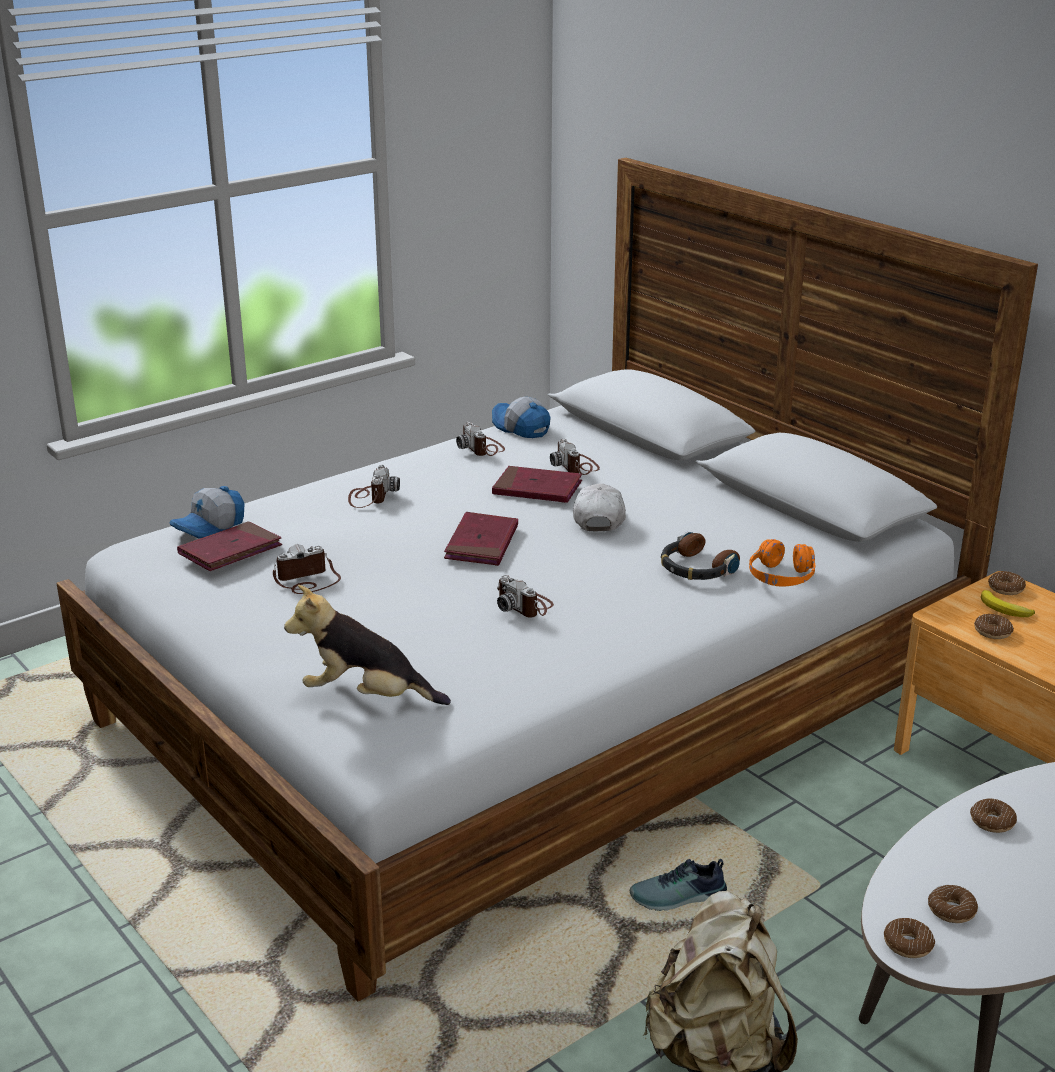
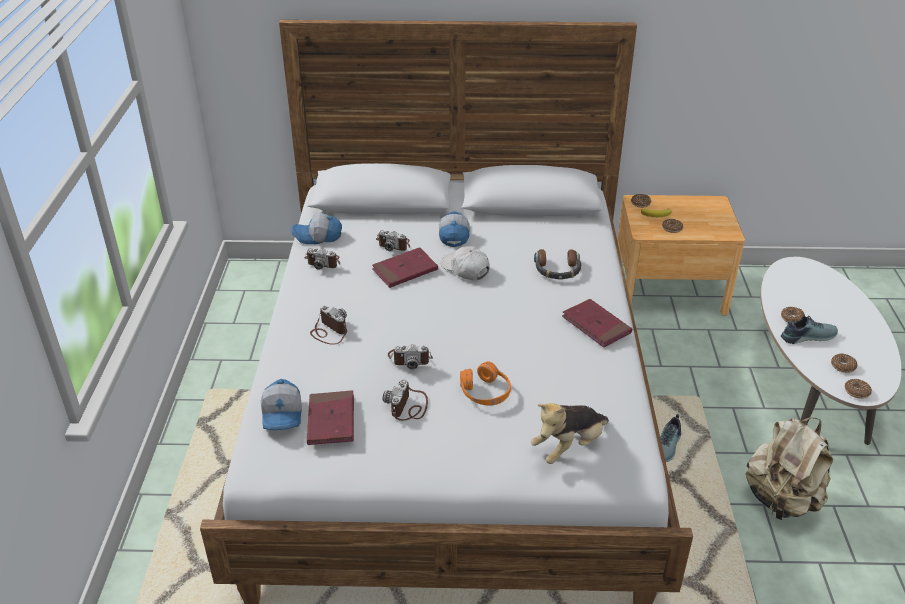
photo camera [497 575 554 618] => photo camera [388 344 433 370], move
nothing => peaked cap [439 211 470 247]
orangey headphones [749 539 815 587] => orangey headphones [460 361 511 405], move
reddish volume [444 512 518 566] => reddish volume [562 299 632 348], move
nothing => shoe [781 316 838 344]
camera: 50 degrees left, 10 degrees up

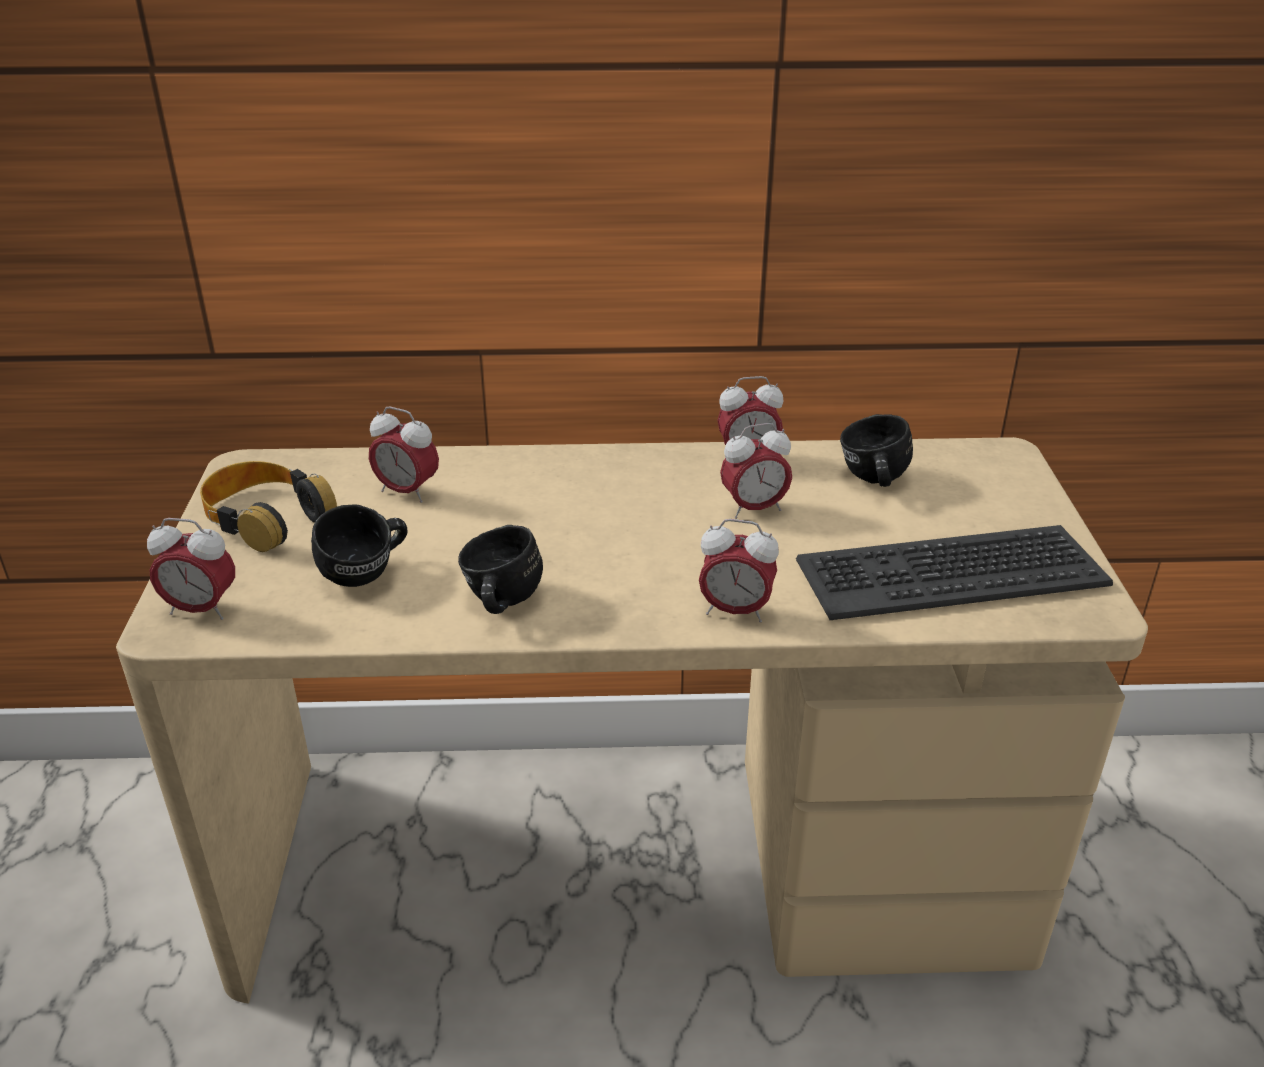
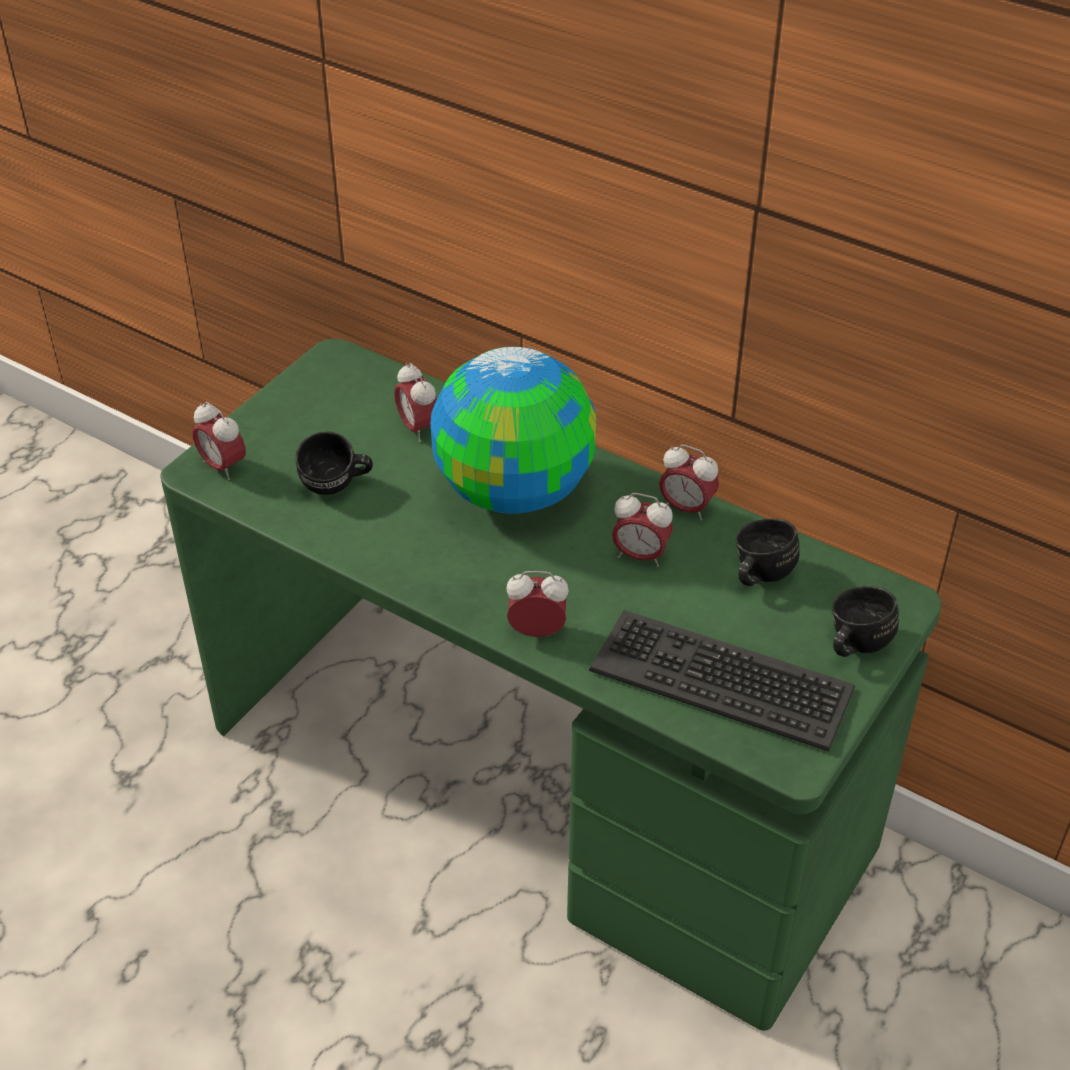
sand-coloured desk table [116 437 1148 1004] => green-coloured desk table [161 339 941 1031]
nothing => globe [430 347 596 514]
bedside clock [699 519 779 623] => bedside clock [506 571 569 637], 135 degrees clockwise
blackish mug [458 525 543 614] => blackish mug [832 586 899 657], move
headphones [200 461 337 552] => nothing
camera: 35 degrees right, 10 degrees up

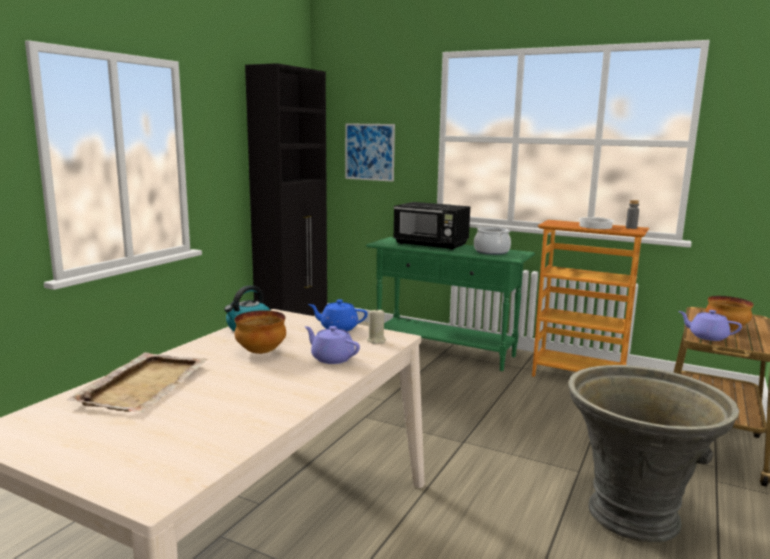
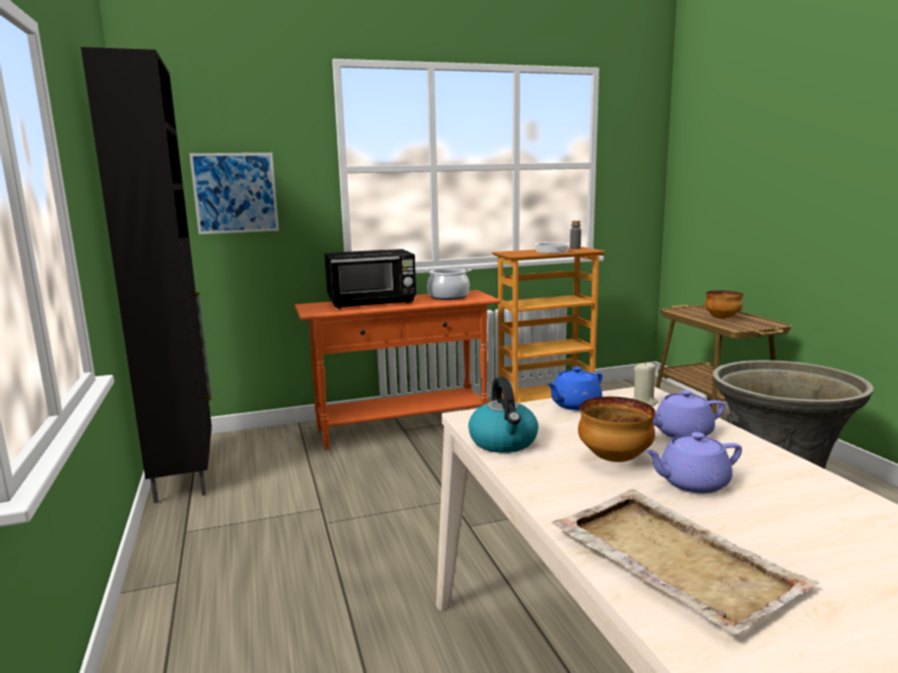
green-coloured console table [366 237 535 371] => orangey console table [294 290 501 450]
purplish teapot [678 310 742 341] => purplish teapot [644 432 742 494], move
camera: 45 degrees left, 0 degrees up

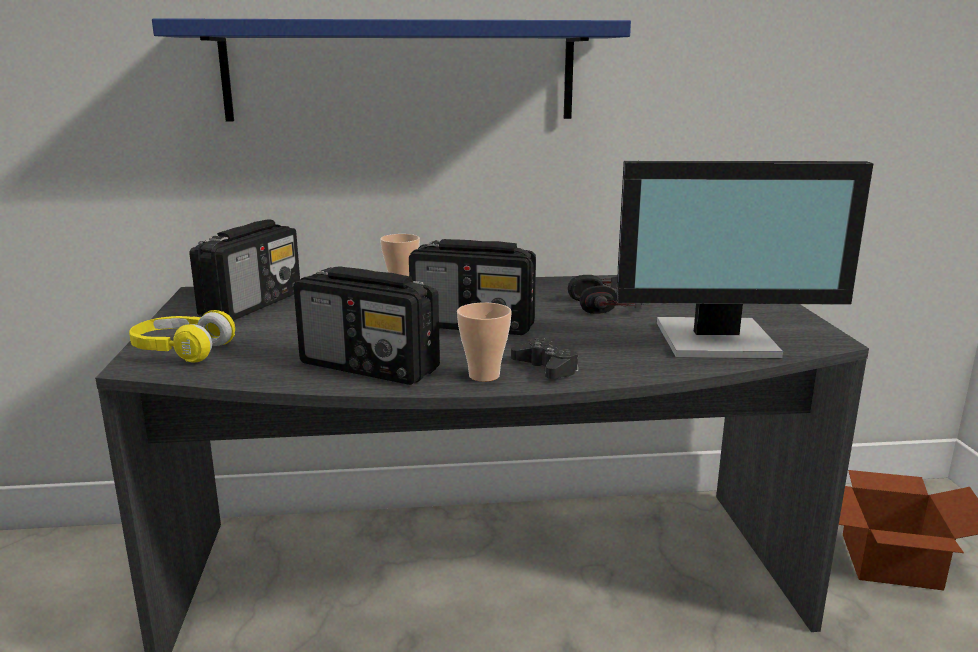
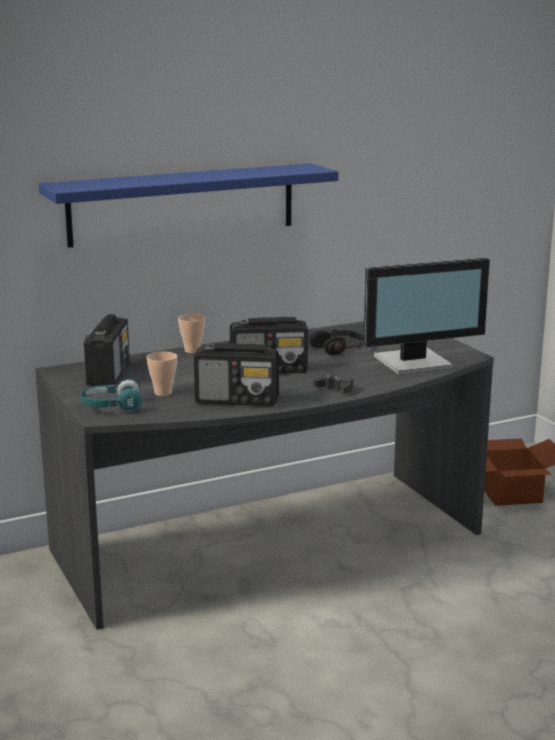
yellowish headphones [129 310 235 363] => blue-green headphones [81 379 142 412]
small cup [457 303 512 382] => small cup [147 352 177 396], move
camera: 20 degrees left, 0 degrees up

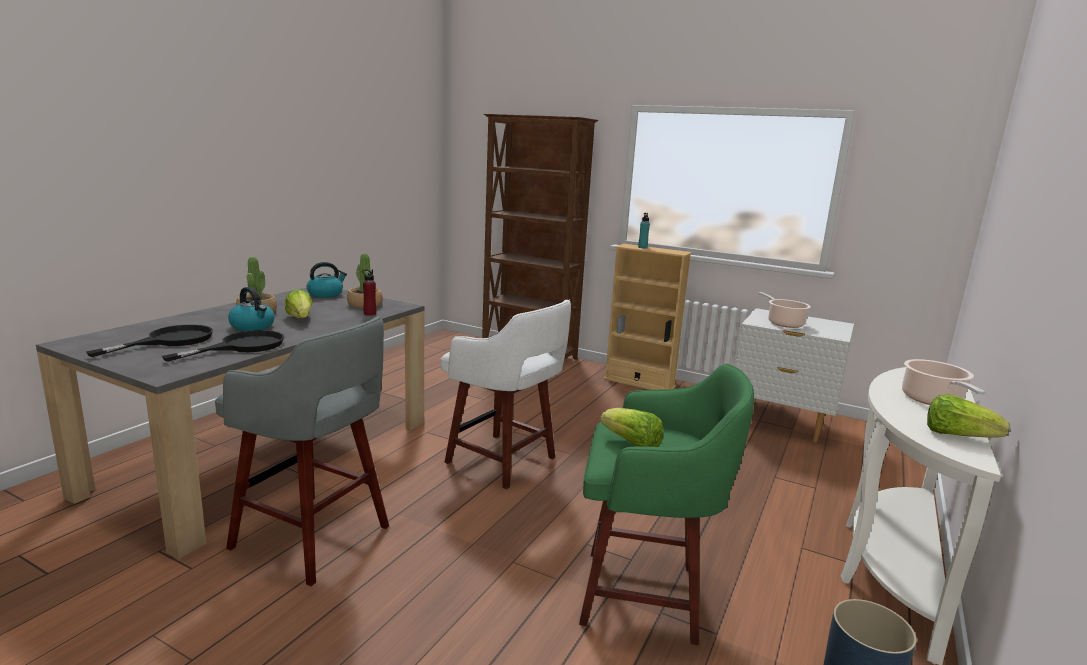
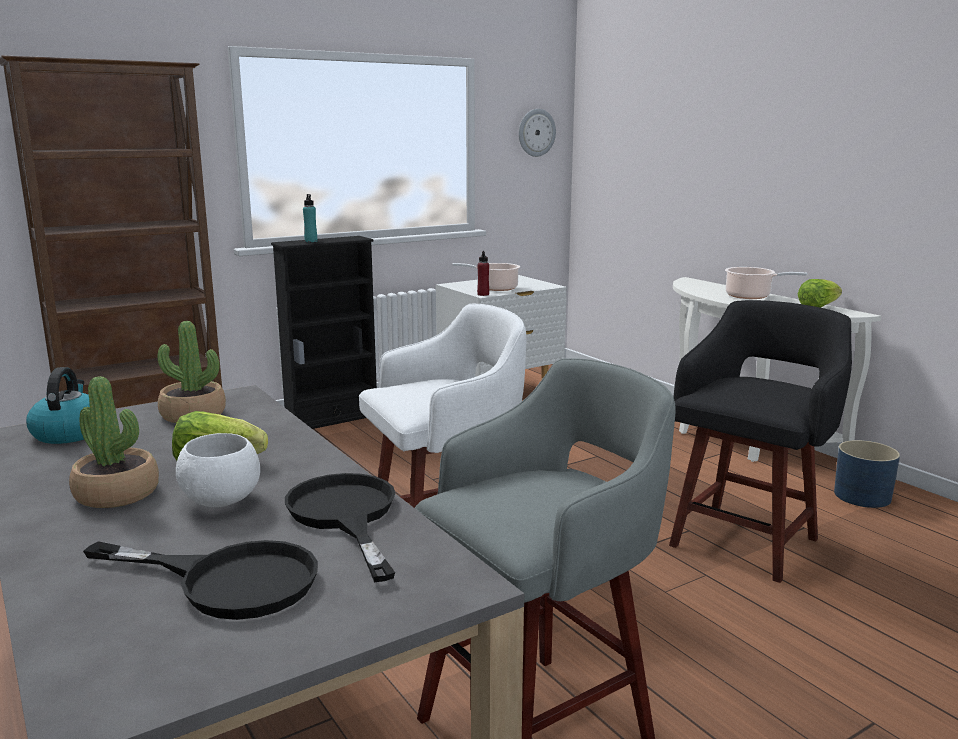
blackish frying pan [86 325 213 357] => blackish frying pan [83 540 318 620], 135 degrees clockwise
water kettle [228 287 275 331] => white-coloured bowl [176 433 260 507]
sand-coloured shelving unit [604 244 692 390] => blackish shelving unit [271 236 377 429]
reddish drink bottle [362 269 376 316] => reddish drink bottle [477 251 489 296], move
nothing => hanging clock [519 109 556 157]
green-coloured stool seat [579 364 754 645] => blackish stool seat [669 300 852 583]
lettuce [600 408 664 447] => nothing
camera: 60 degrees left, 0 degrees up

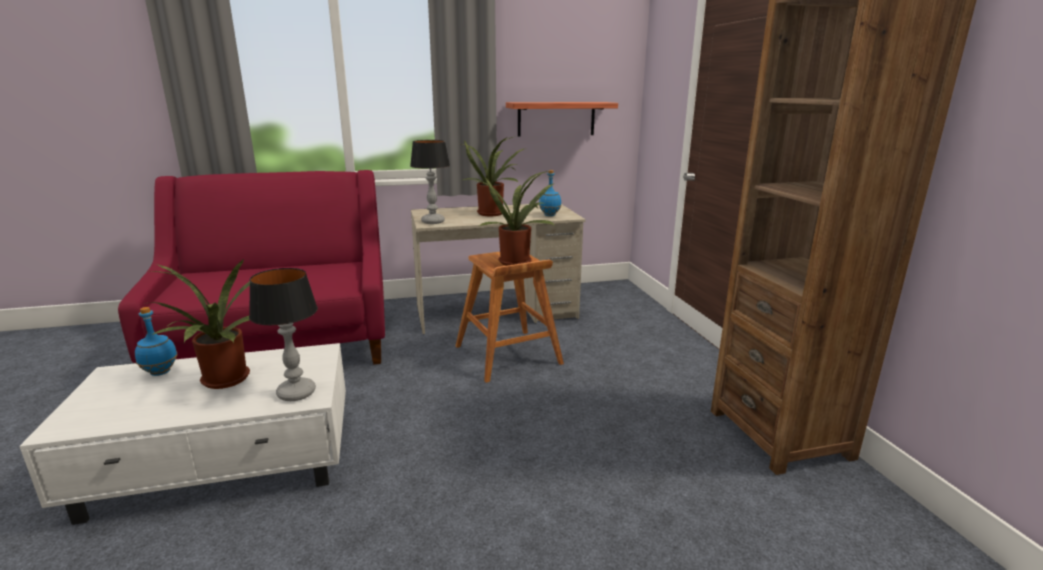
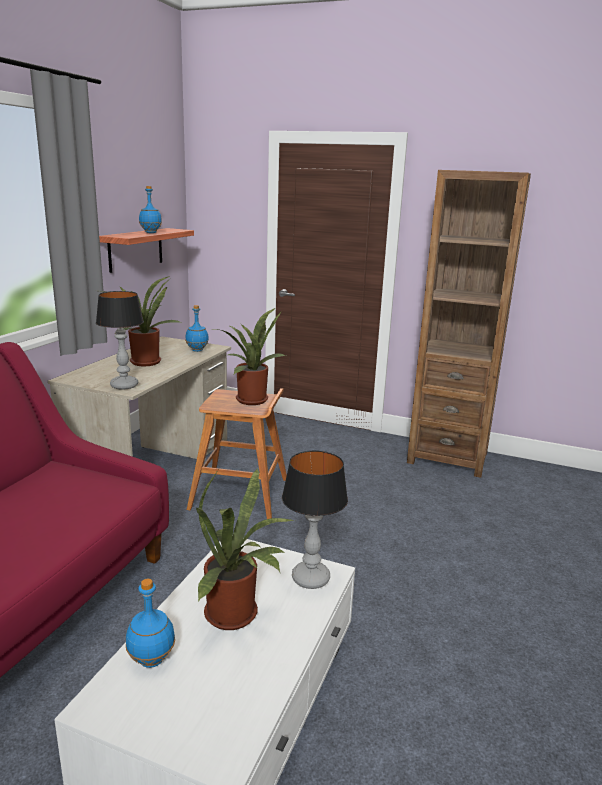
nothing => blue drink bottle [139 186 162 233]
camera: 55 degrees left, 0 degrees up

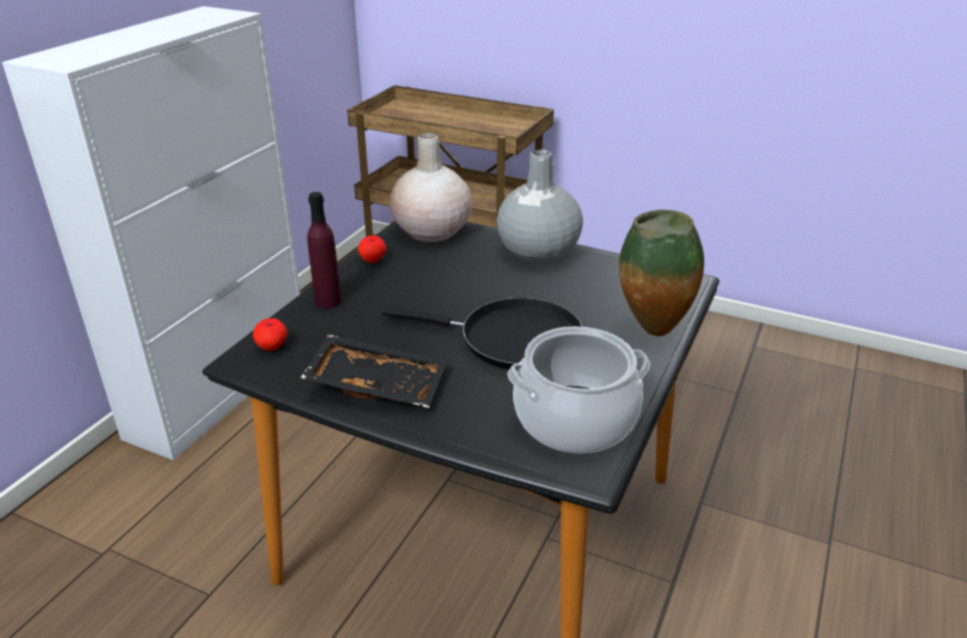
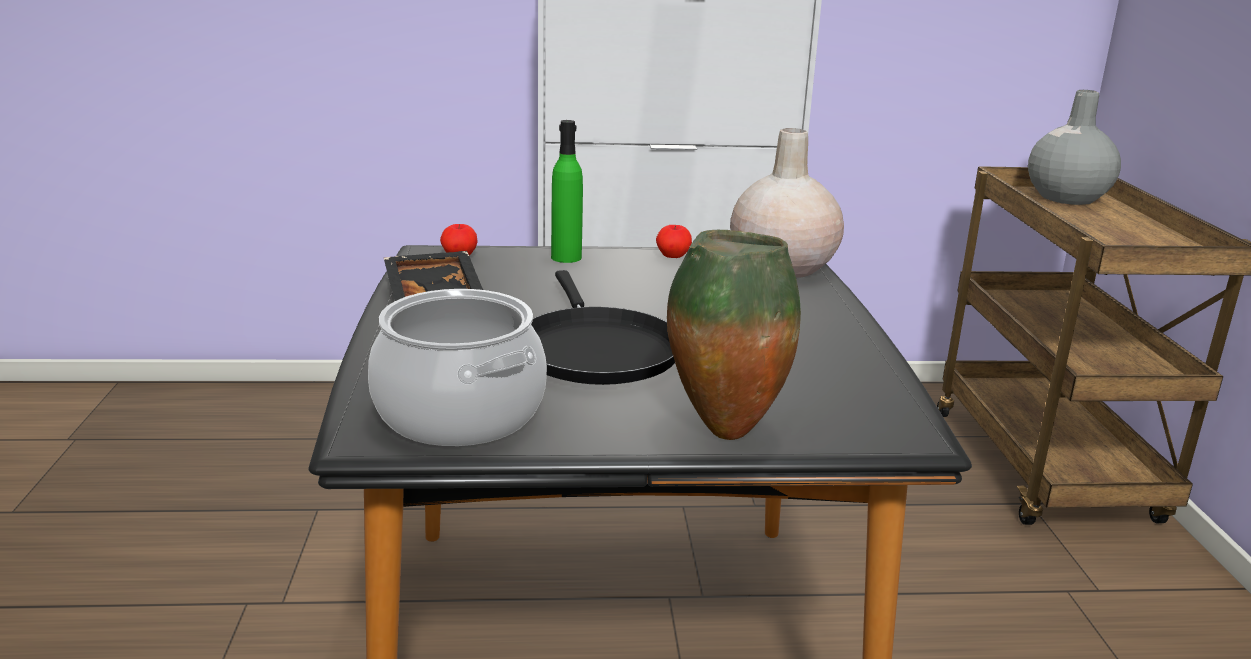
purplish drink bottle [307 192 341 308] => green-coloured drink bottle [551 120 583 263]
greyish vase [497 149 583 263] => greyish vase [1028 90 1121 205], move
camera: 60 degrees right, 10 degrees down

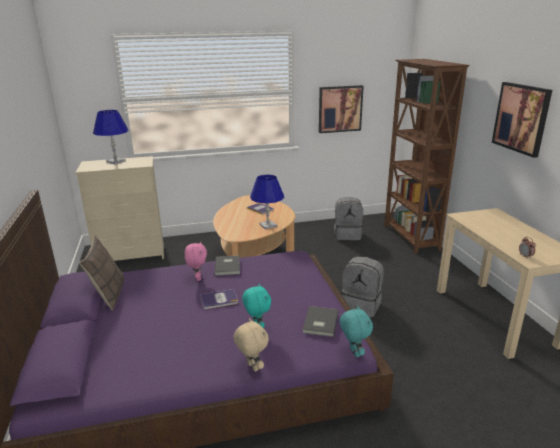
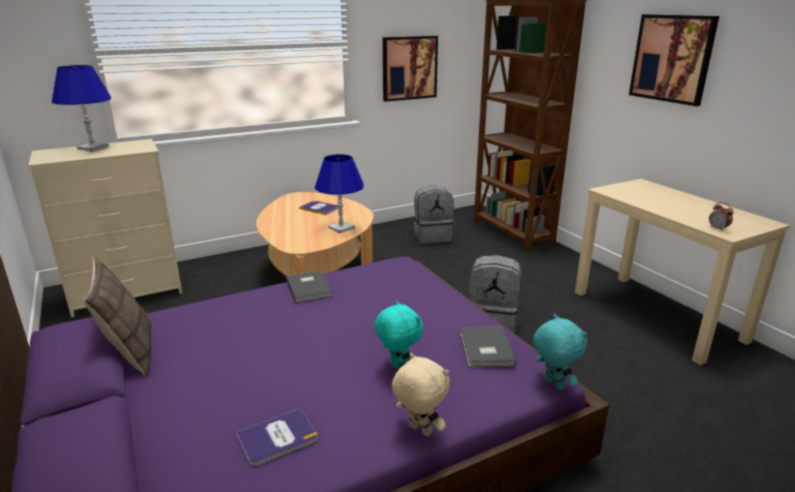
volume [200 289 238 309] => volume [236 408 318 466], move
pink cuddly toy [185 241 207 281] => nothing
camera: 15 degrees left, 0 degrees up

